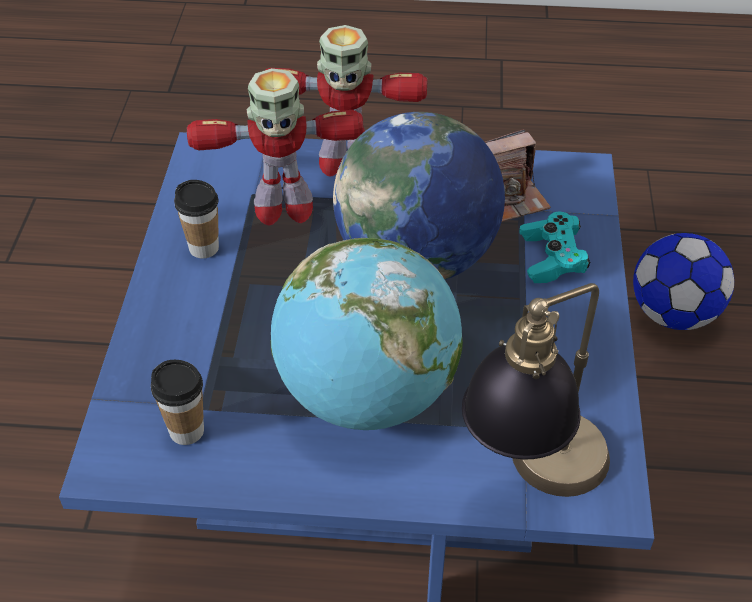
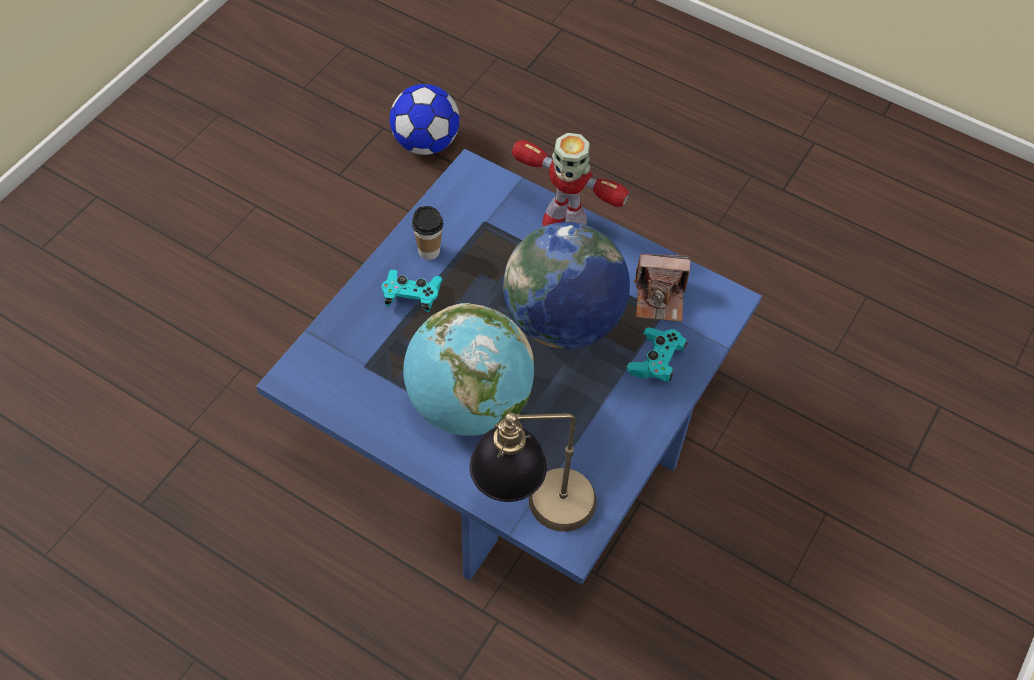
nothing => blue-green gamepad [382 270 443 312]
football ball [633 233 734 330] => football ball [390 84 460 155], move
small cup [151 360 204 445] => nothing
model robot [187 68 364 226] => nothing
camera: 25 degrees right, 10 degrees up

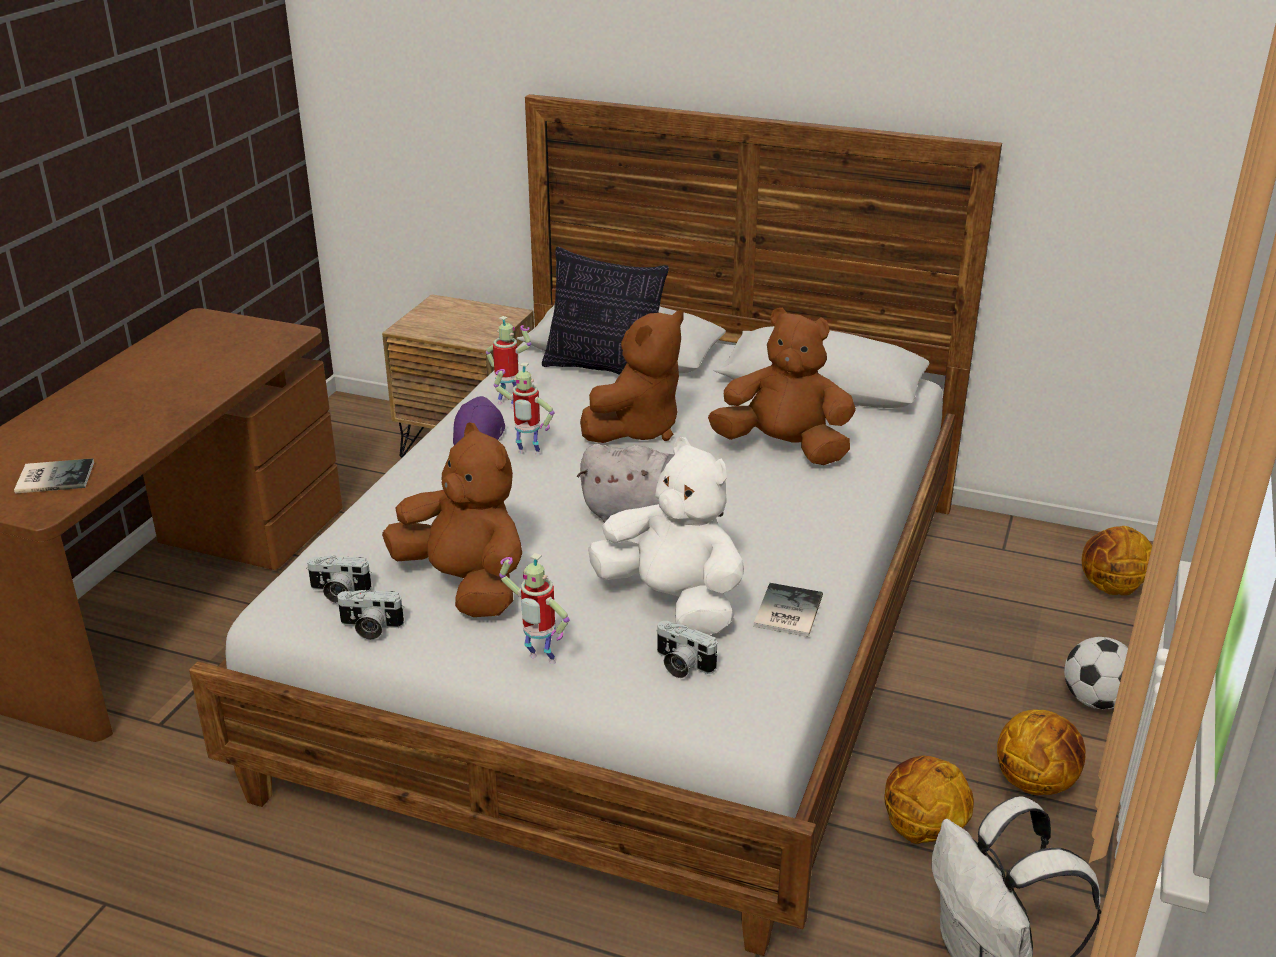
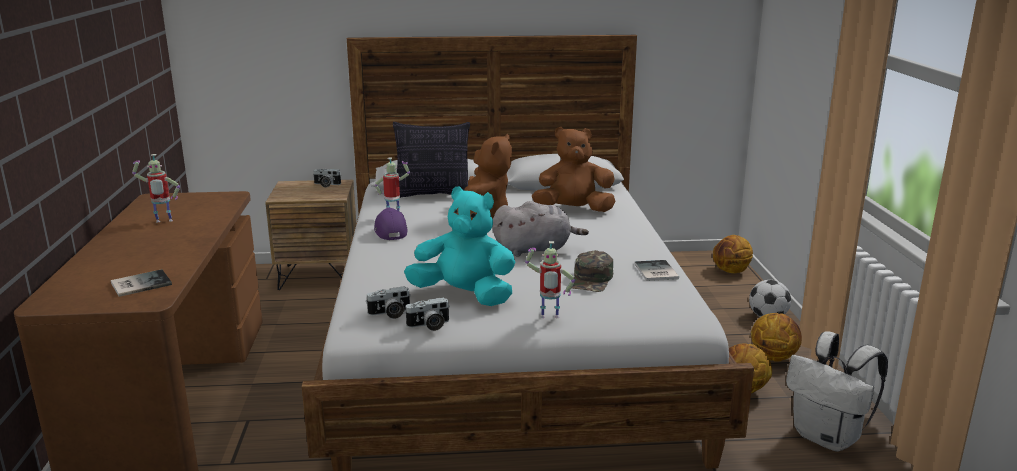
model robot [494 362 554 456] => model robot [132 154 180 223], move
photo camera [656 621 718 678] => photo camera [313 169 341 188], move
brown-coloured cuddly toy [382 422 522 617] => blue-green cuddly toy [404 186 515 306]
white-coloured cuddly toy [588 437 744 634] => green-coloured peaked cap [572 250 613 292]
camera: 25 degrees left, 10 degrees down

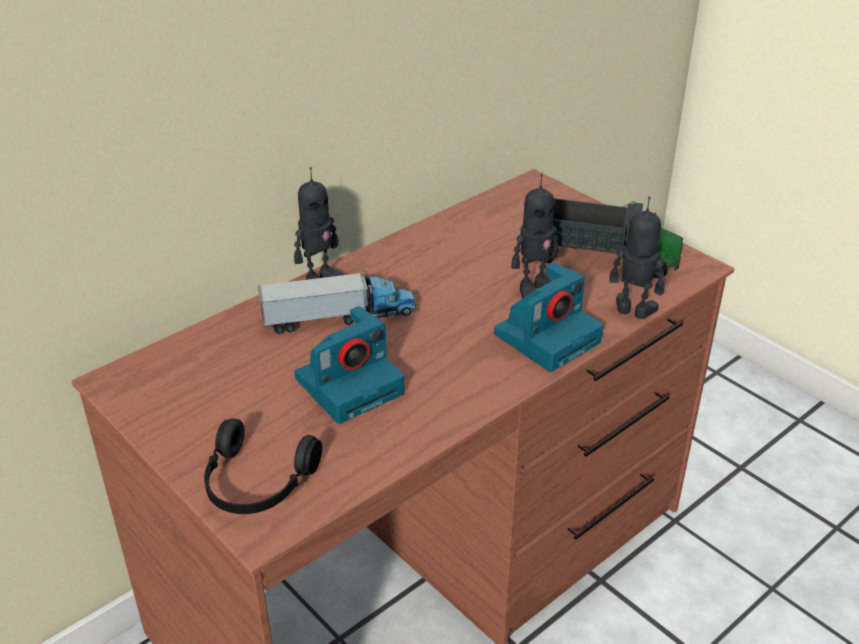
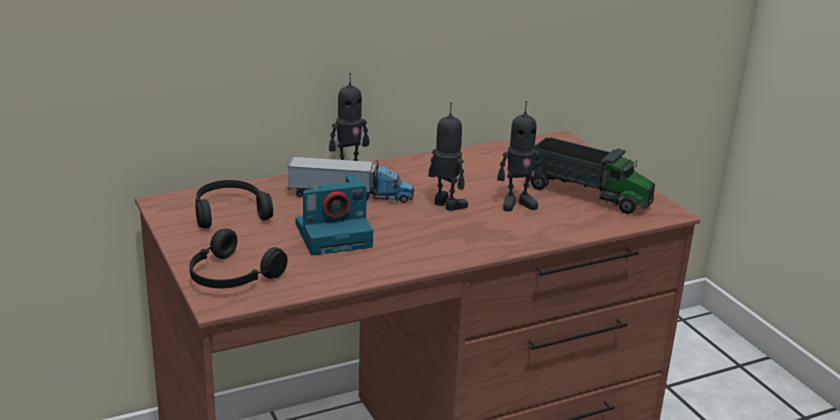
nothing => blackish headphones [195 180 273 229]
model robot [609 197 665 319] => model robot [428 103 468 211], move
photo camera [494 262 603 372] => nothing
camera: 15 degrees right, 10 degrees down

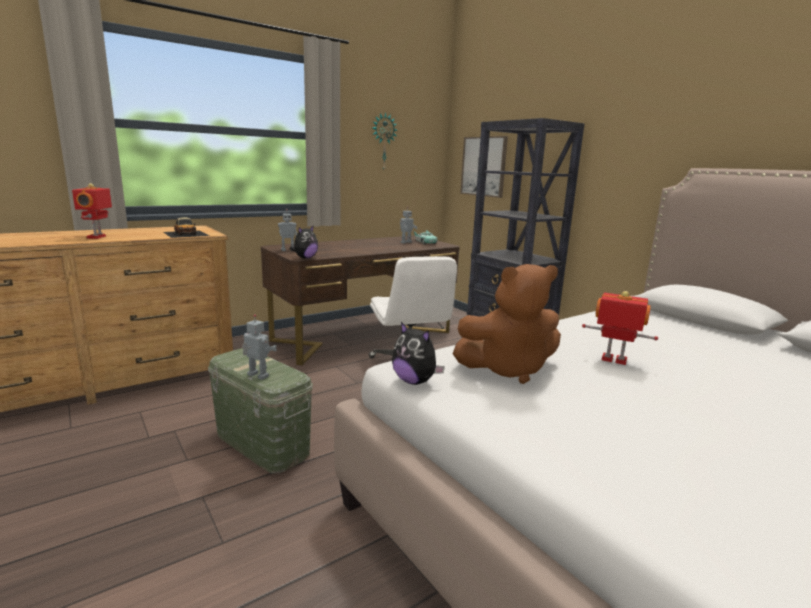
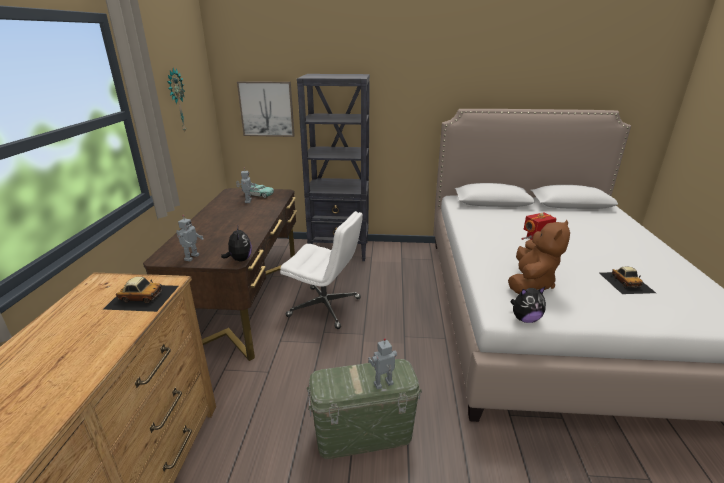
nothing => miniature car [599 267 656 294]
model robot [72 183 112 239] => nothing
camera: 50 degrees left, 10 degrees up

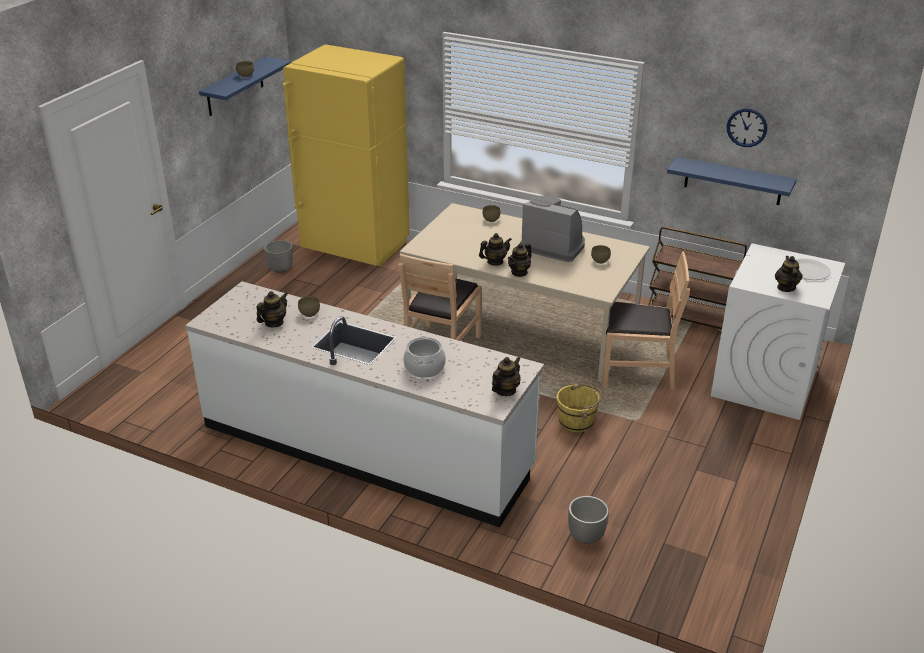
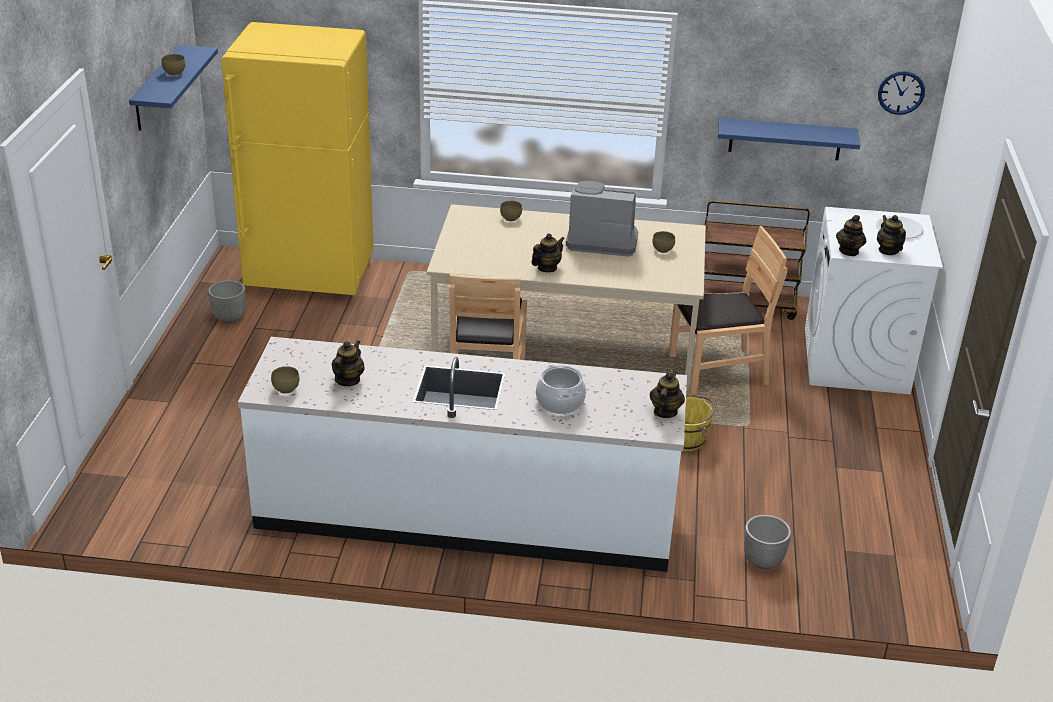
brown-coloured bowl [298 296 320 317] => brown-coloured bowl [271 366 299 394], move
teapot [508 243 532 277] => teapot [836 215 866 256], move
hanging clock [727 109 767 147] => hanging clock [878 71 925 115], move
camera: 20 degrees left, 0 degrees up

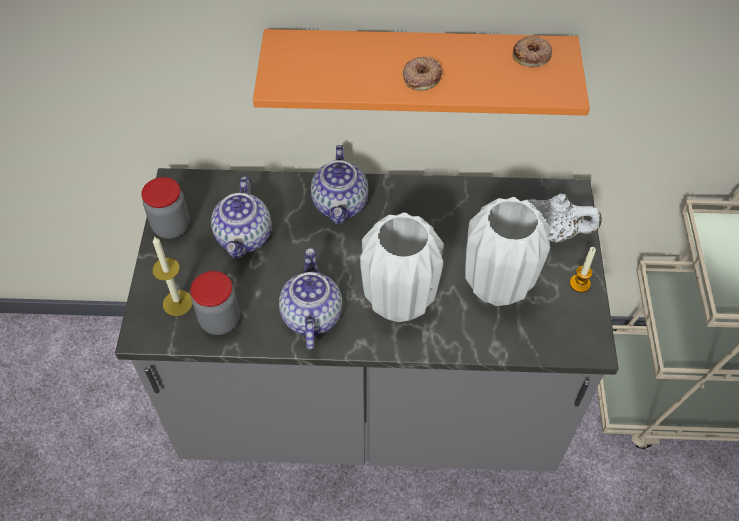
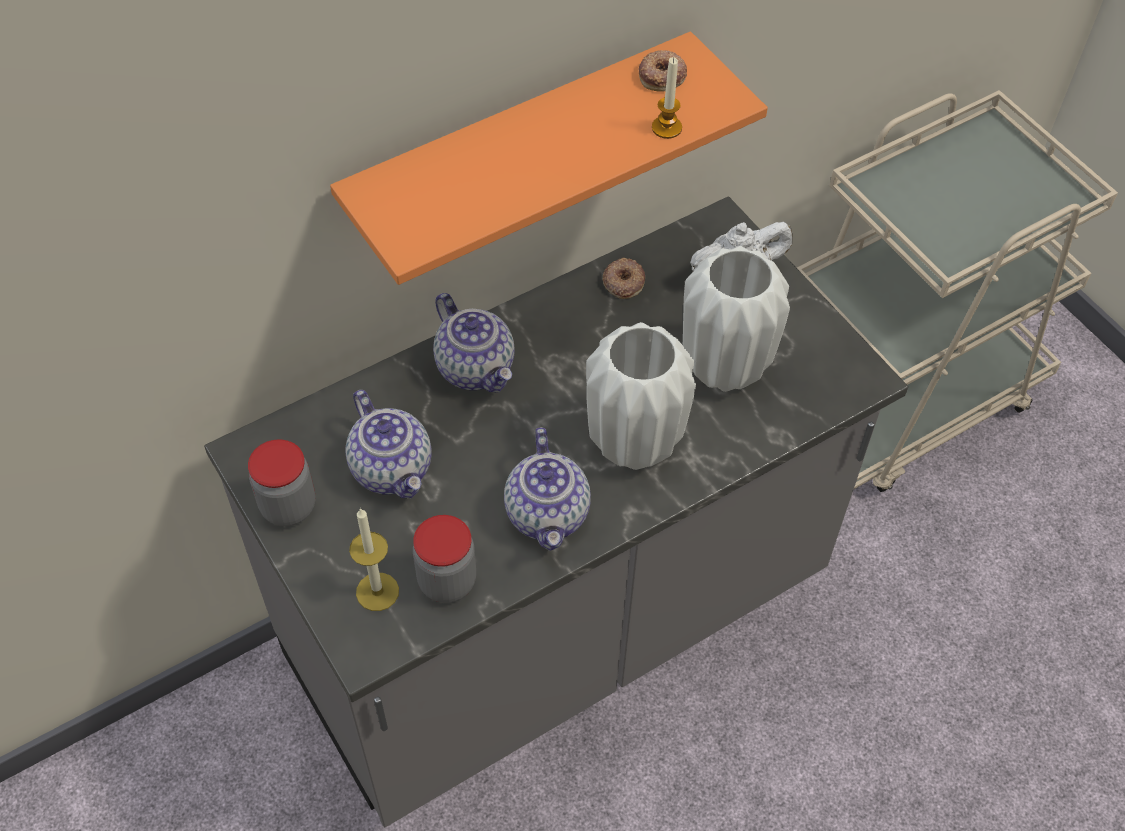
teapot [279 248 343 350] => teapot [504 427 591 551], 150 degrees counterclockwise
donut [403 57 442 91] => donut [602 258 645 299], move
wax candle [570 247 596 292] => wax candle [652 57 682 139], move
camera: 35 degrees left, 0 degrees up

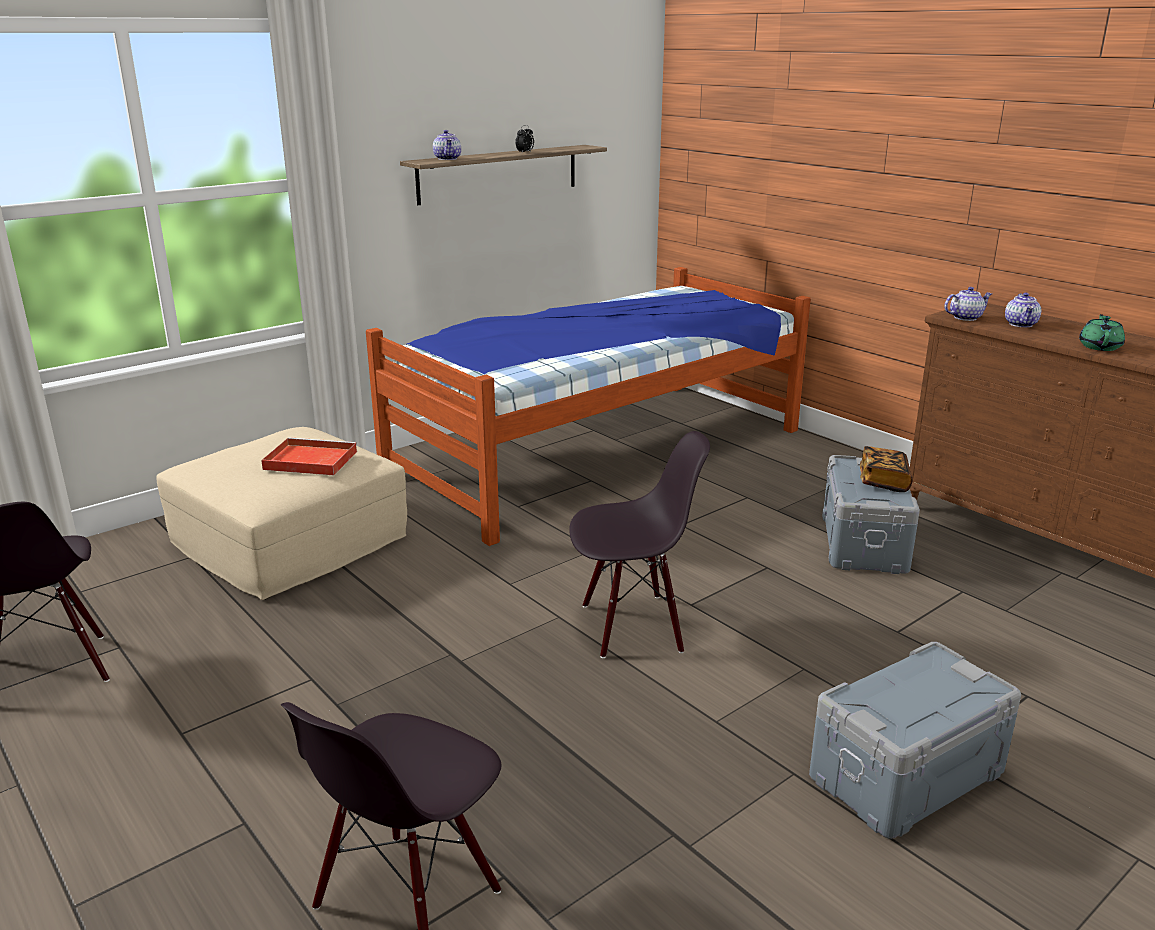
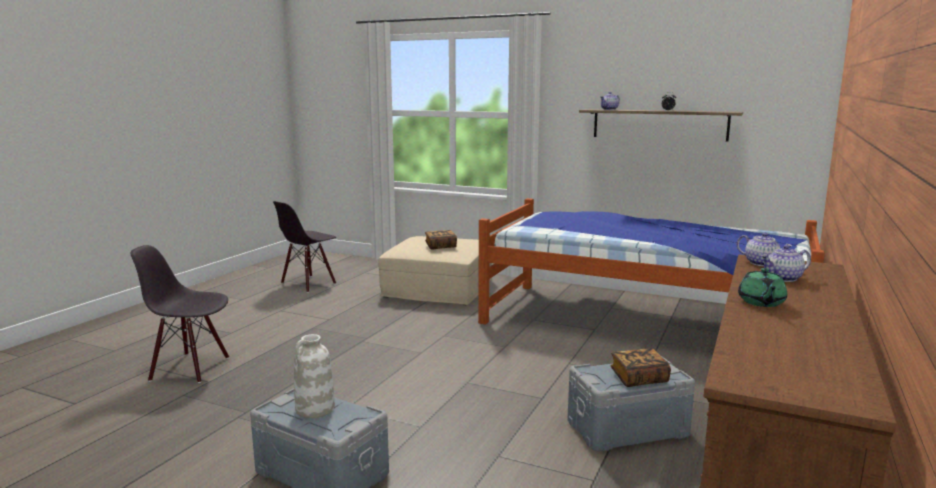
nothing => white-coloured vase [294 334 335 418]
reddish serving tray [261 437 357 475] => volume [425 230 457 249]
green-coloured teapot [1079 314 1125 351] => green-coloured teapot [738 268 787 307], 105 degrees clockwise
blackish plain chair [569 431 710 658] => nothing
camera: 65 degrees right, 10 degrees down

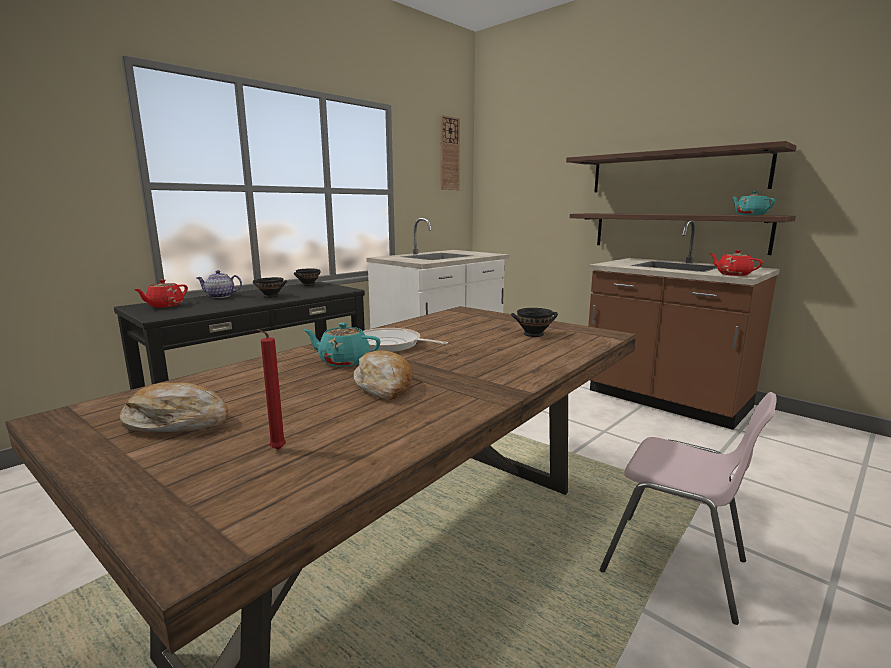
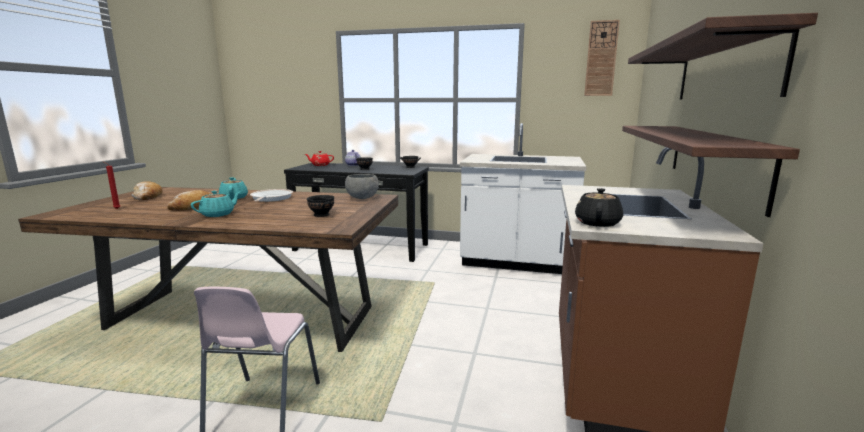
blue-green teapot [732 191 775 215] => blue-green teapot [191 191 241 217], move
nothing => greyish bowl [345 174 379 199]
reddish teapot [709 250 763 276] => blackish teapot [575 188 623 227]
camera: 60 degrees right, 0 degrees up

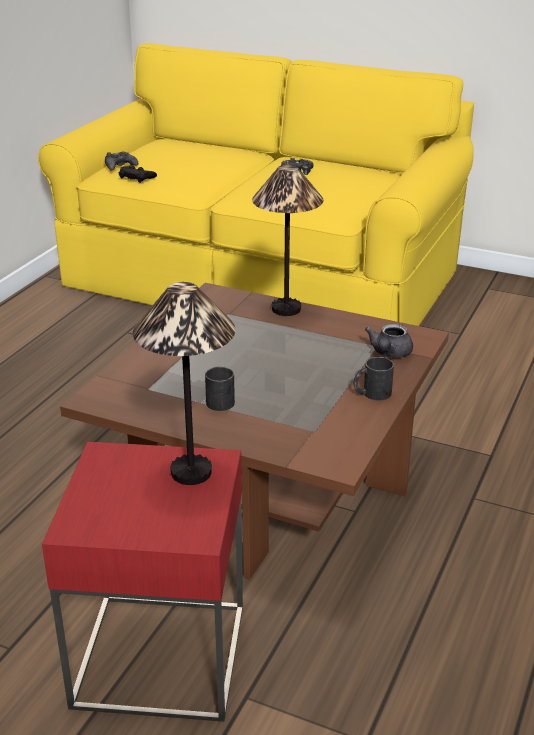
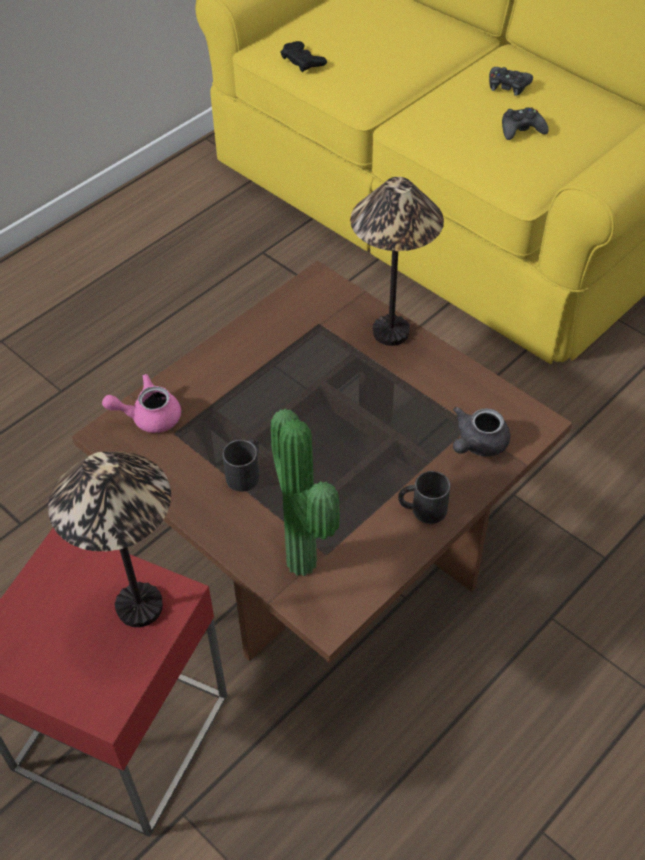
nothing => pink teapot [102 374 181 433]
nothing => plant in a pot [271 409 340 576]
blackish gamepad [105 151 138 171] => blackish gamepad [502 107 549 140], move
camera: 20 degrees right, 20 degrees up

